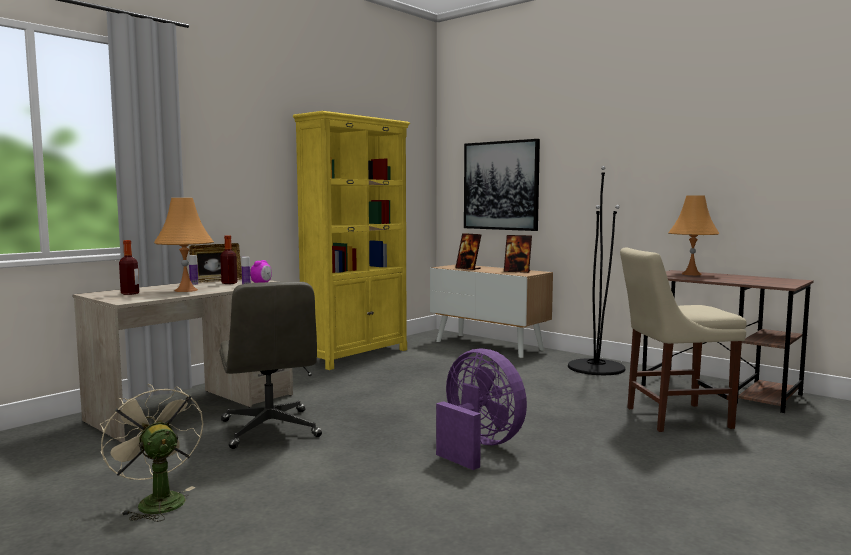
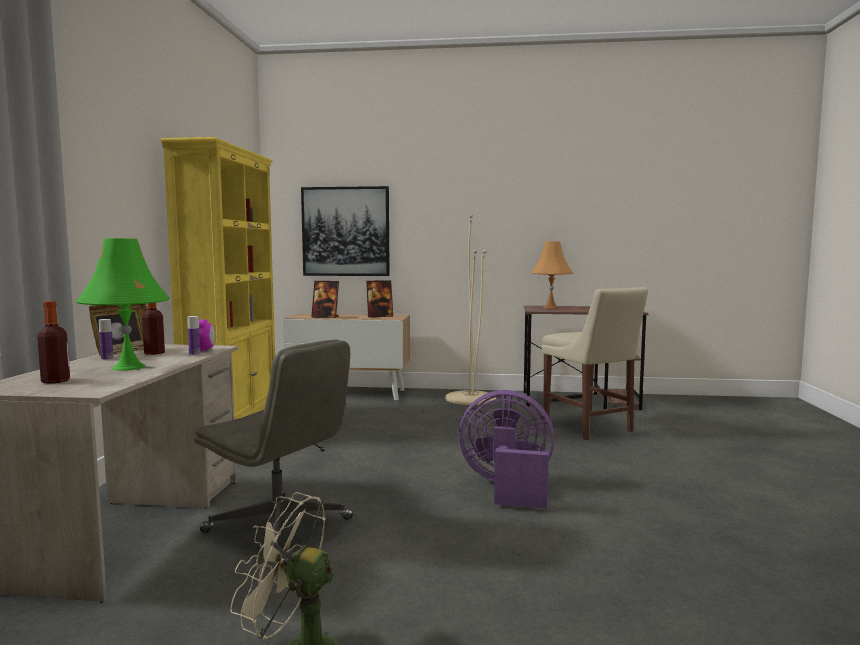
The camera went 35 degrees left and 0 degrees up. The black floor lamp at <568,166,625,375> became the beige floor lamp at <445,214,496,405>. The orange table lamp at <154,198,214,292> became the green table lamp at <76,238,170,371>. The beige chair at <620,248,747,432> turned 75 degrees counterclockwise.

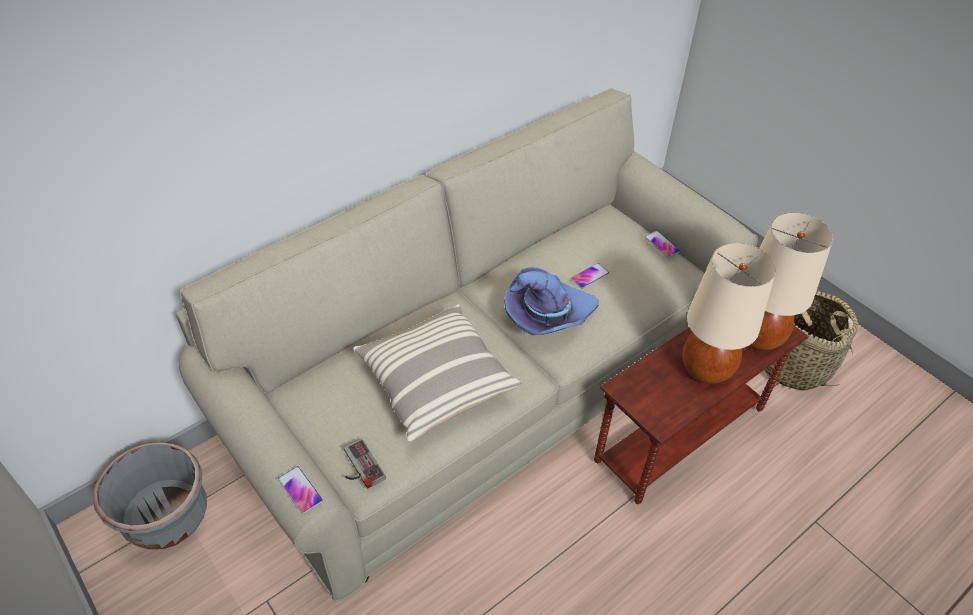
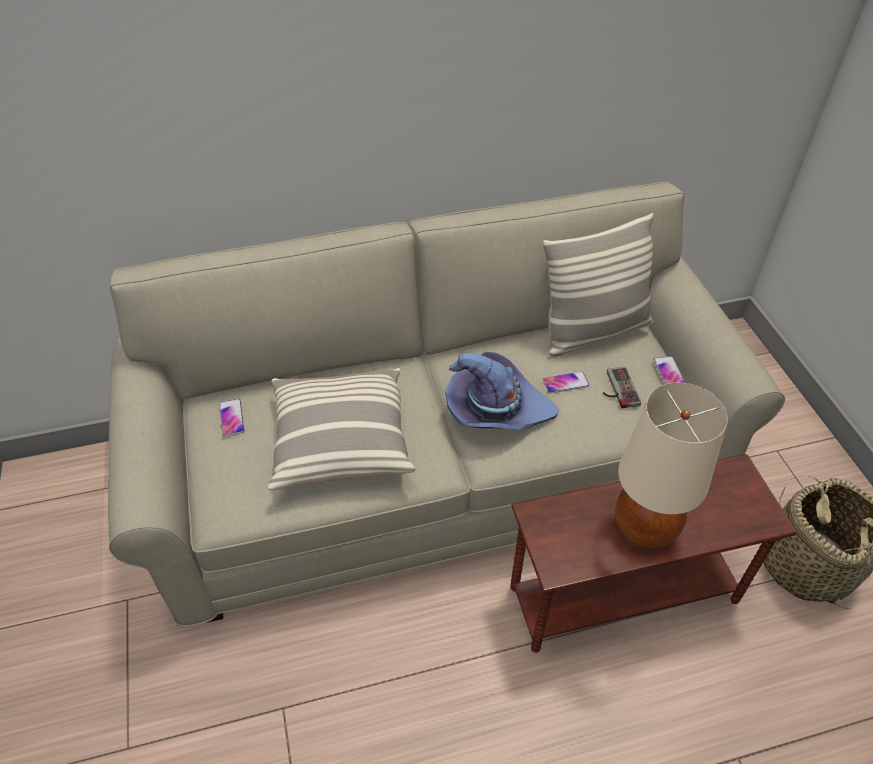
The camera went 25 degrees right and 0 degrees up. The beige table lamp at <748,212,833,351> disappeared. The game controller moved from <344,438,386,489> to <603,367,641,408>. The grey planter at <93,442,207,550> disappeared. The phone moved from <278,466,323,514> to <219,399,245,436>. The pillow at <543,213,654,358> appeared.

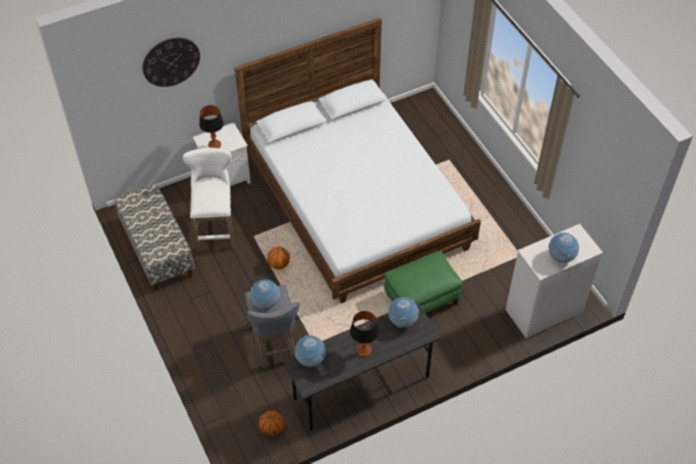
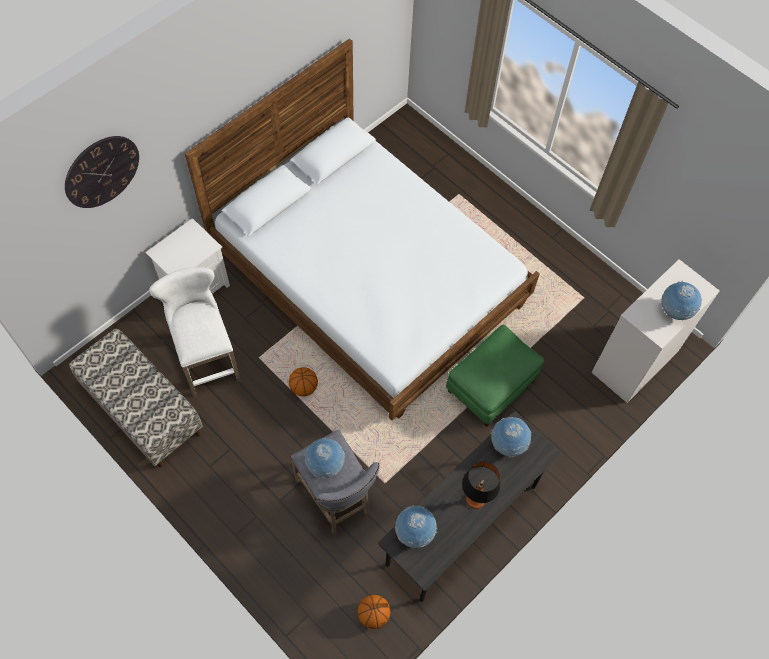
The camera went 20 degrees left and 10 degrees up. The table lamp at <199,105,224,148> disappeared.

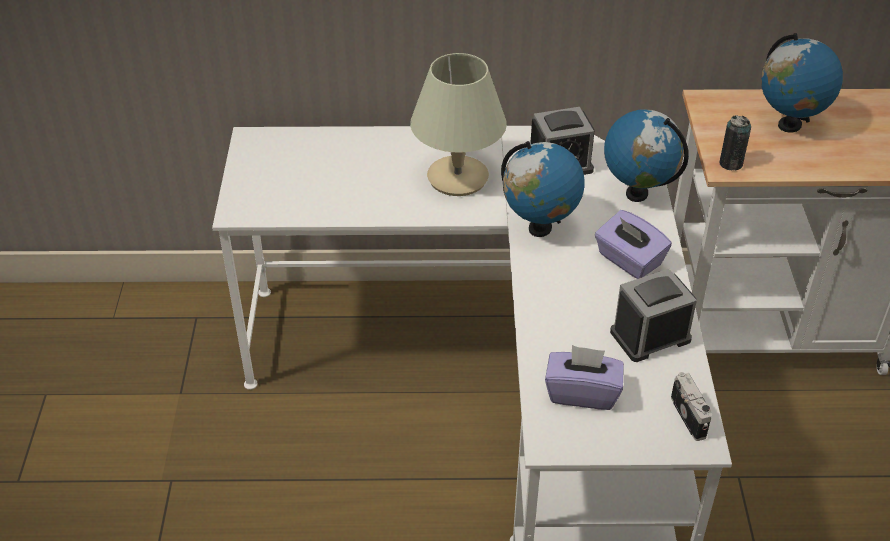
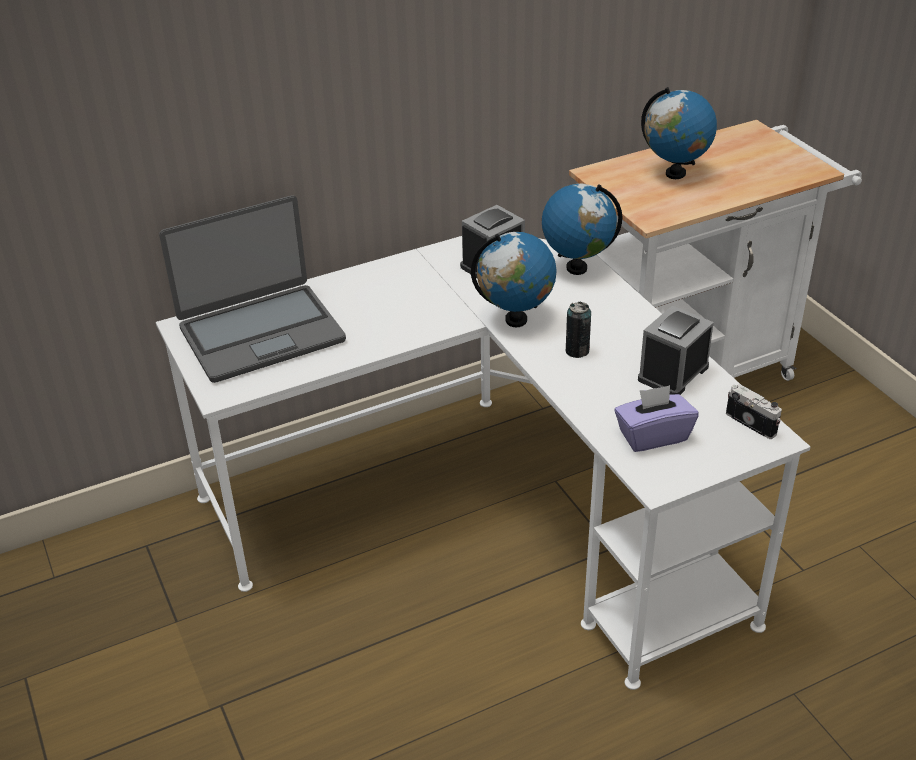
The camera went 25 degrees left and 5 degrees down. The beige table lamp at <410,53,507,196> disappeared. The can moved from <719,115,751,170> to <565,302,591,358>. The purple tissue box at <595,210,672,279> disappeared. The laptop at <159,195,346,383> appeared.

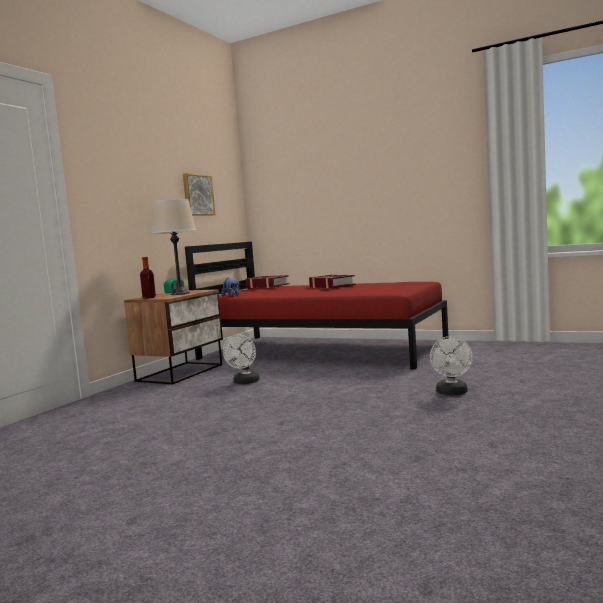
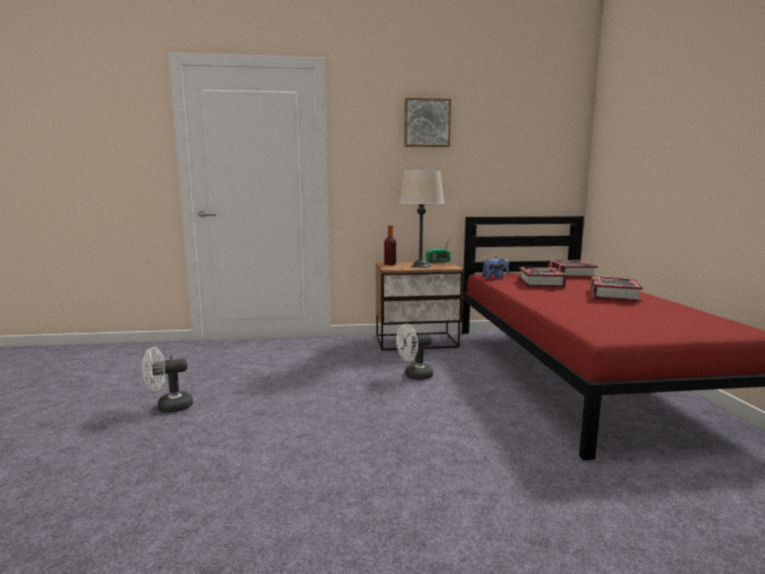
The camera went 55 degrees right and 5 degrees up. The picture moved from <183,173,215,216> to <404,98,451,147>. The white fan moved from <430,336,473,395> to <142,347,193,413>. The book at <518,267,566,288> appeared.

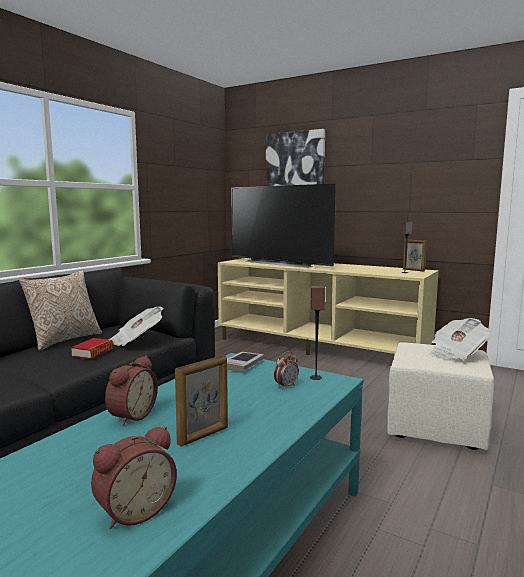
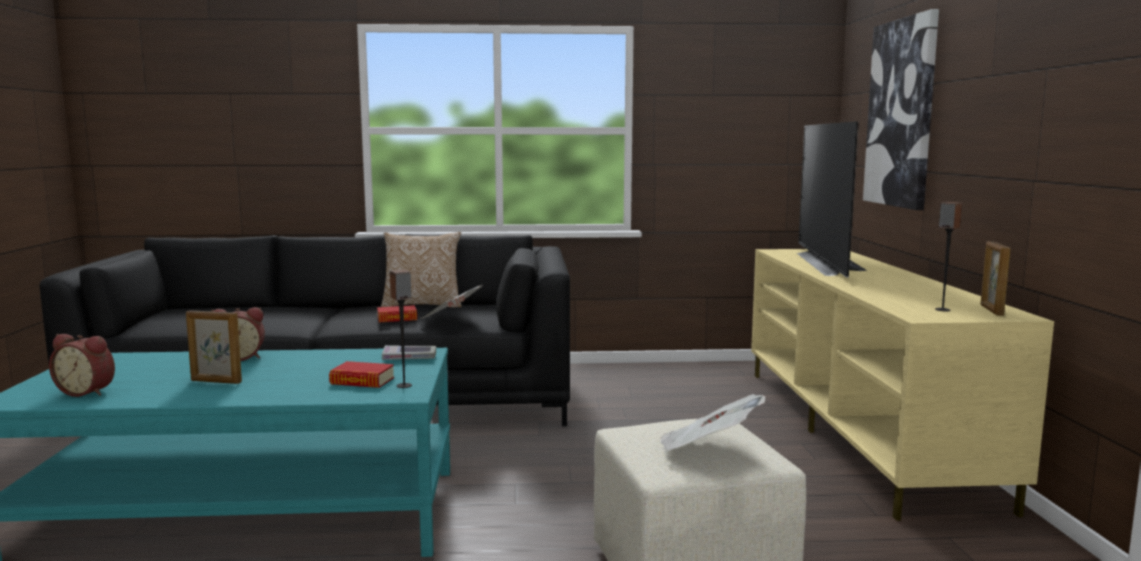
The camera went 55 degrees right and 0 degrees up. The alarm clock at <274,351,299,389> was replaced by the book at <329,361,394,388>.

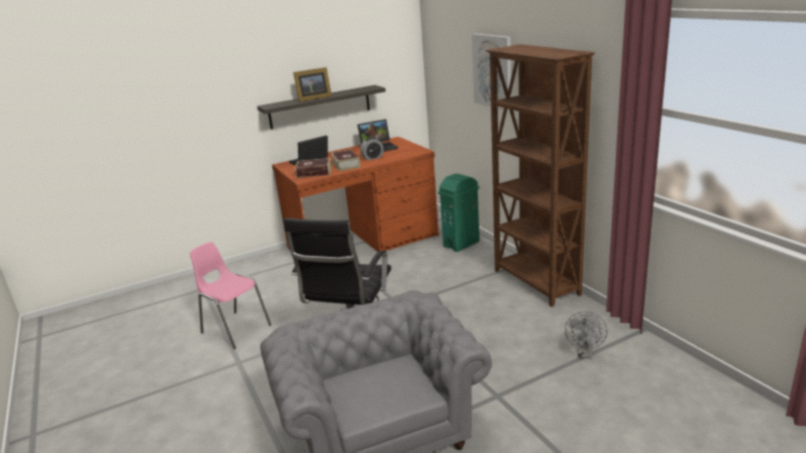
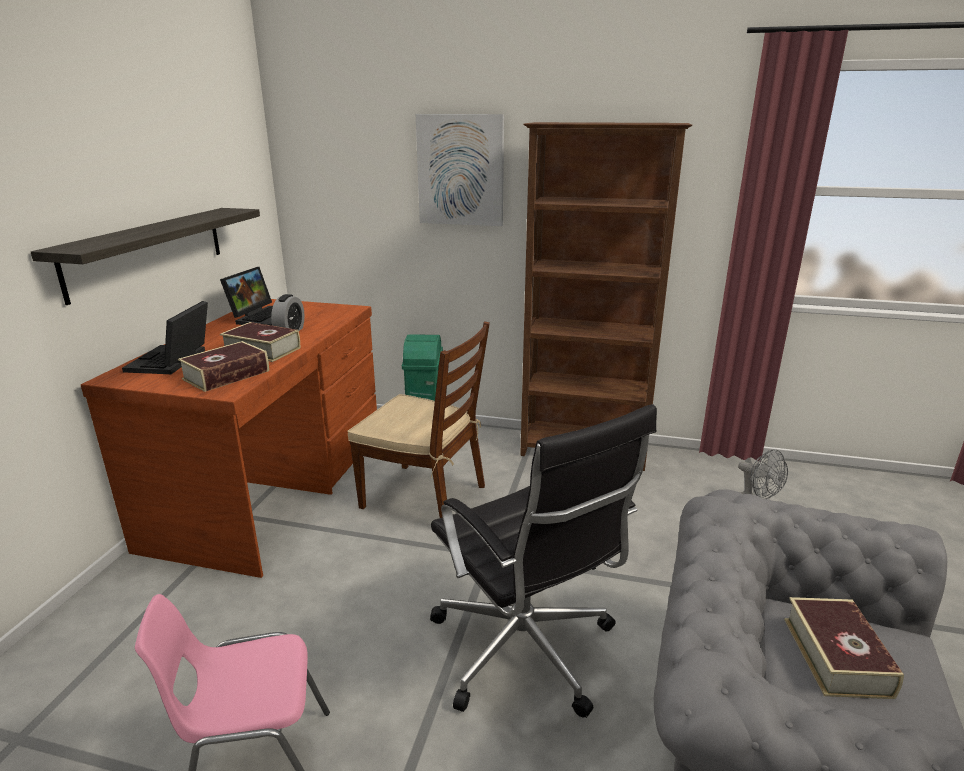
The camera went 50 degrees left and 0 degrees up. The picture frame at <293,67,332,102> disappeared. The brown chair at <347,321,490,518> appeared. The book at <784,597,904,699> appeared.

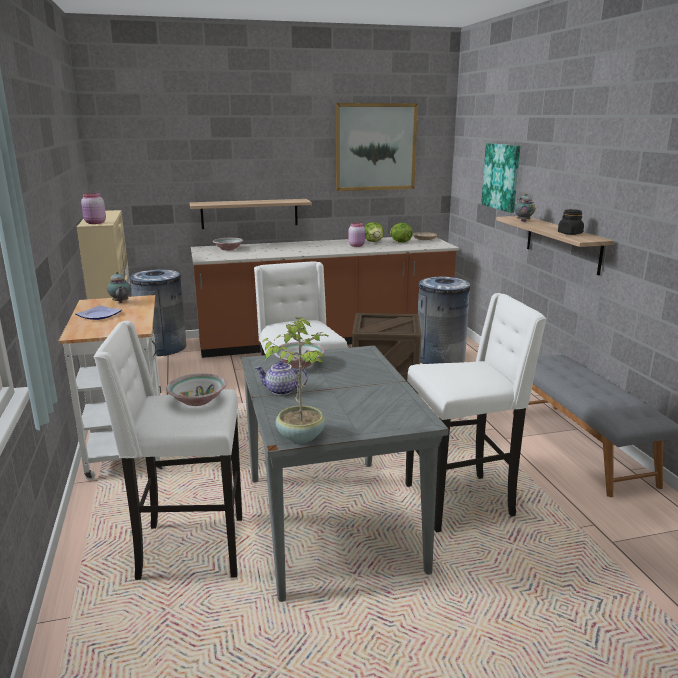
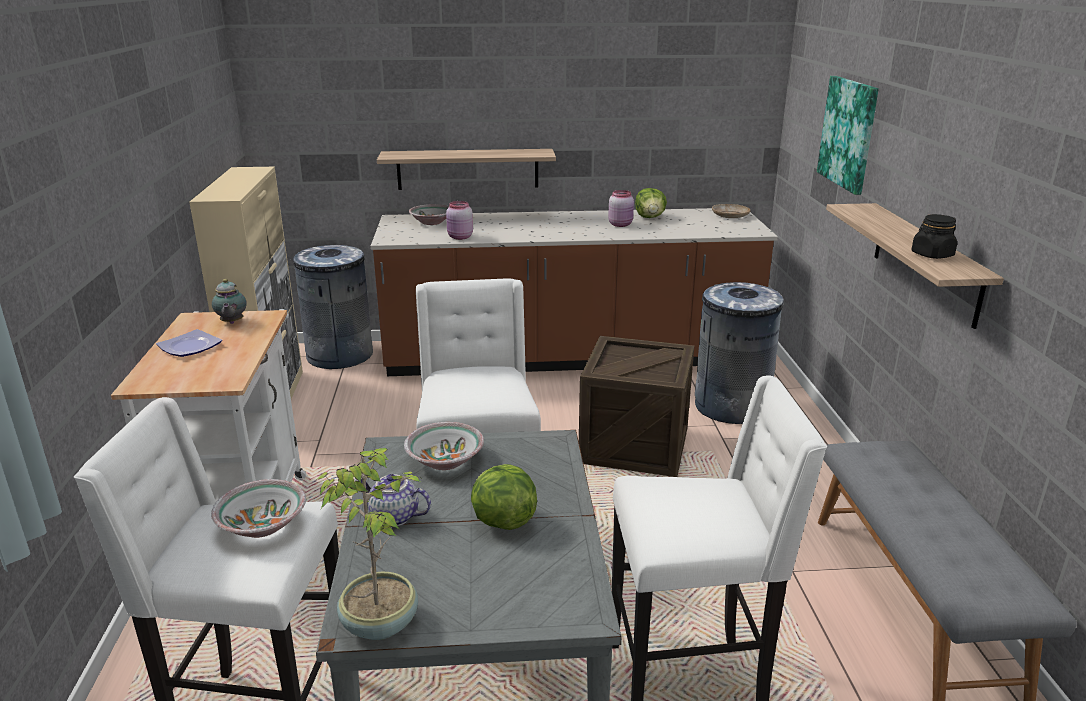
The camera went 10 degrees right and 5 degrees up. The picture at <336,103,418,191> disappeared. The pink jar moved from <81,193,106,224> to <446,201,473,240>. The teapot at <514,193,535,222> disappeared. The lettuce moved from <390,223,413,243> to <471,464,537,530>.

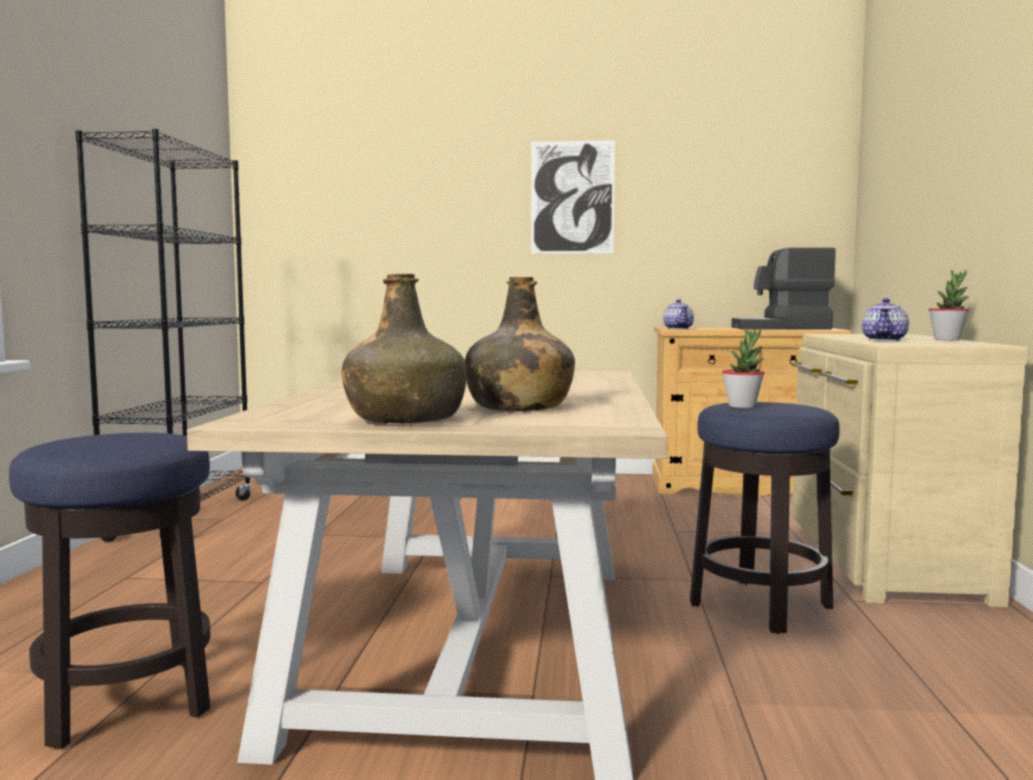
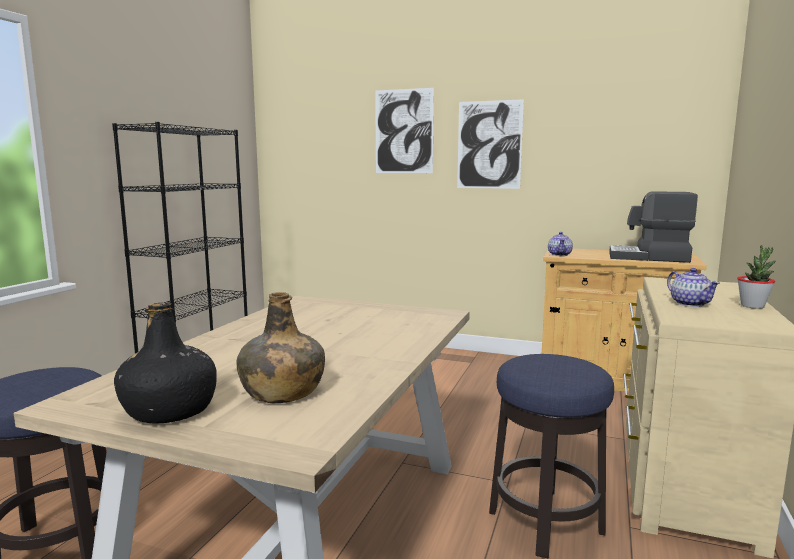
The camera went 15 degrees right and 5 degrees up. The green bottle at <342,274,466,423> became the black bottle at <114,303,217,423>. The teapot at <862,298,909,341> turned 60 degrees counterclockwise. The potted plant at <722,328,765,408> disappeared. The picture at <375,88,434,173> appeared.

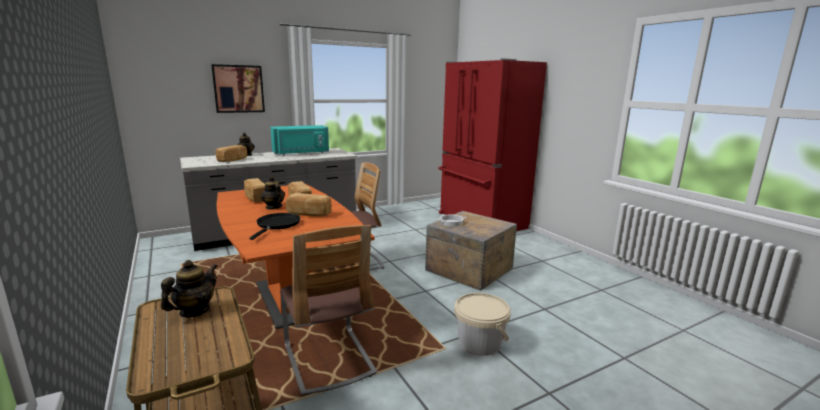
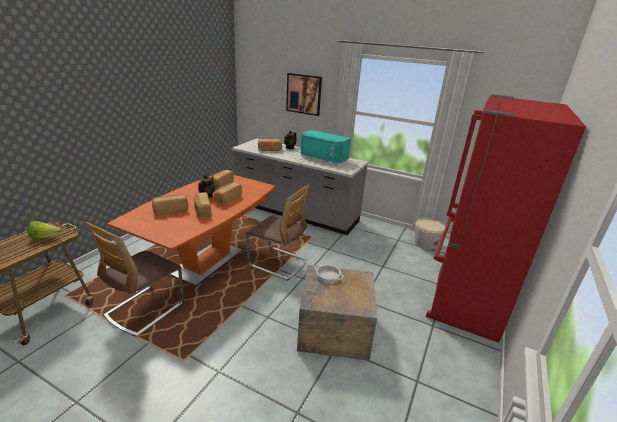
The camera went 55 degrees right and 10 degrees up. The black frying pan at <249,213,300,240> was replaced by the bread at <152,194,188,215>. The teapot at <161,260,218,318> was replaced by the lettuce at <28,221,62,239>. The beige bucket moved from <454,293,511,356> to <415,218,445,250>.

